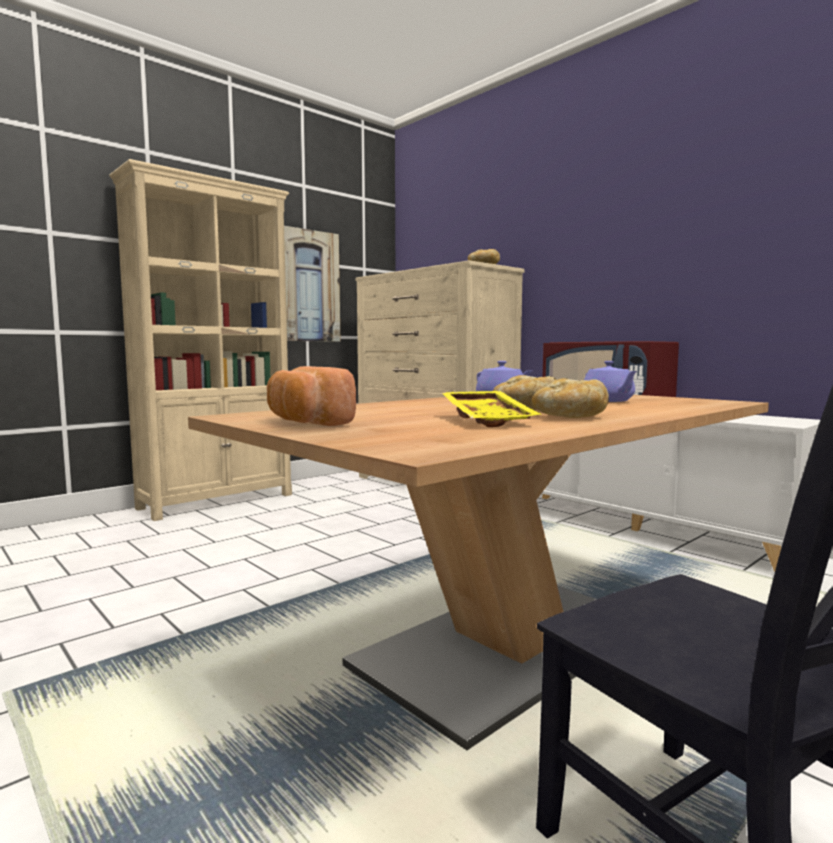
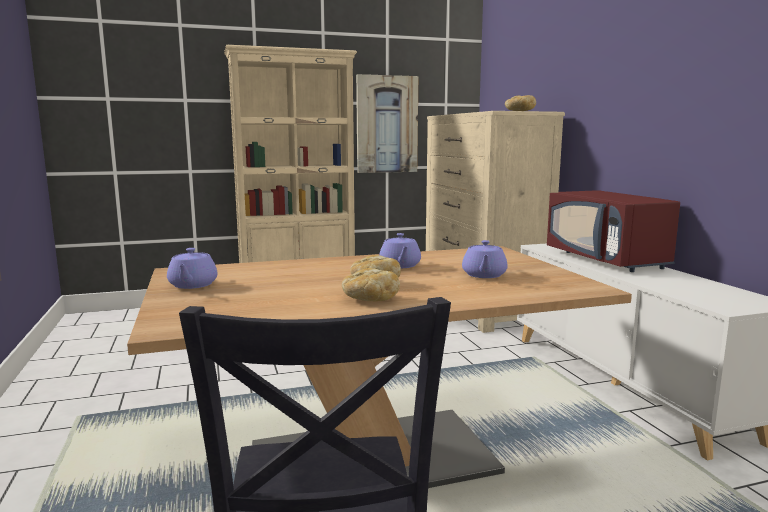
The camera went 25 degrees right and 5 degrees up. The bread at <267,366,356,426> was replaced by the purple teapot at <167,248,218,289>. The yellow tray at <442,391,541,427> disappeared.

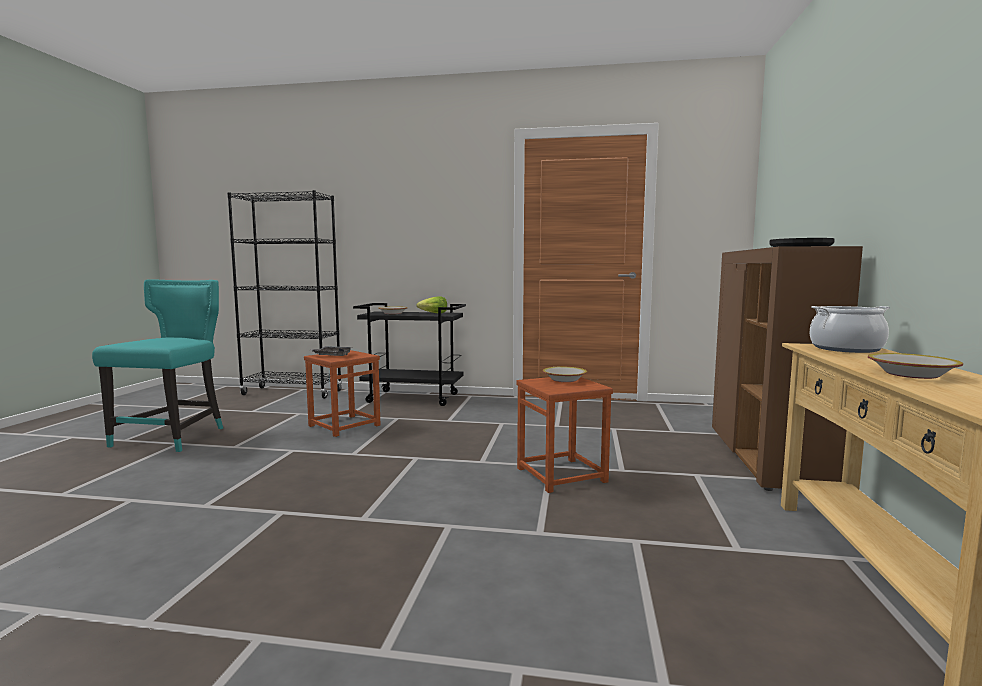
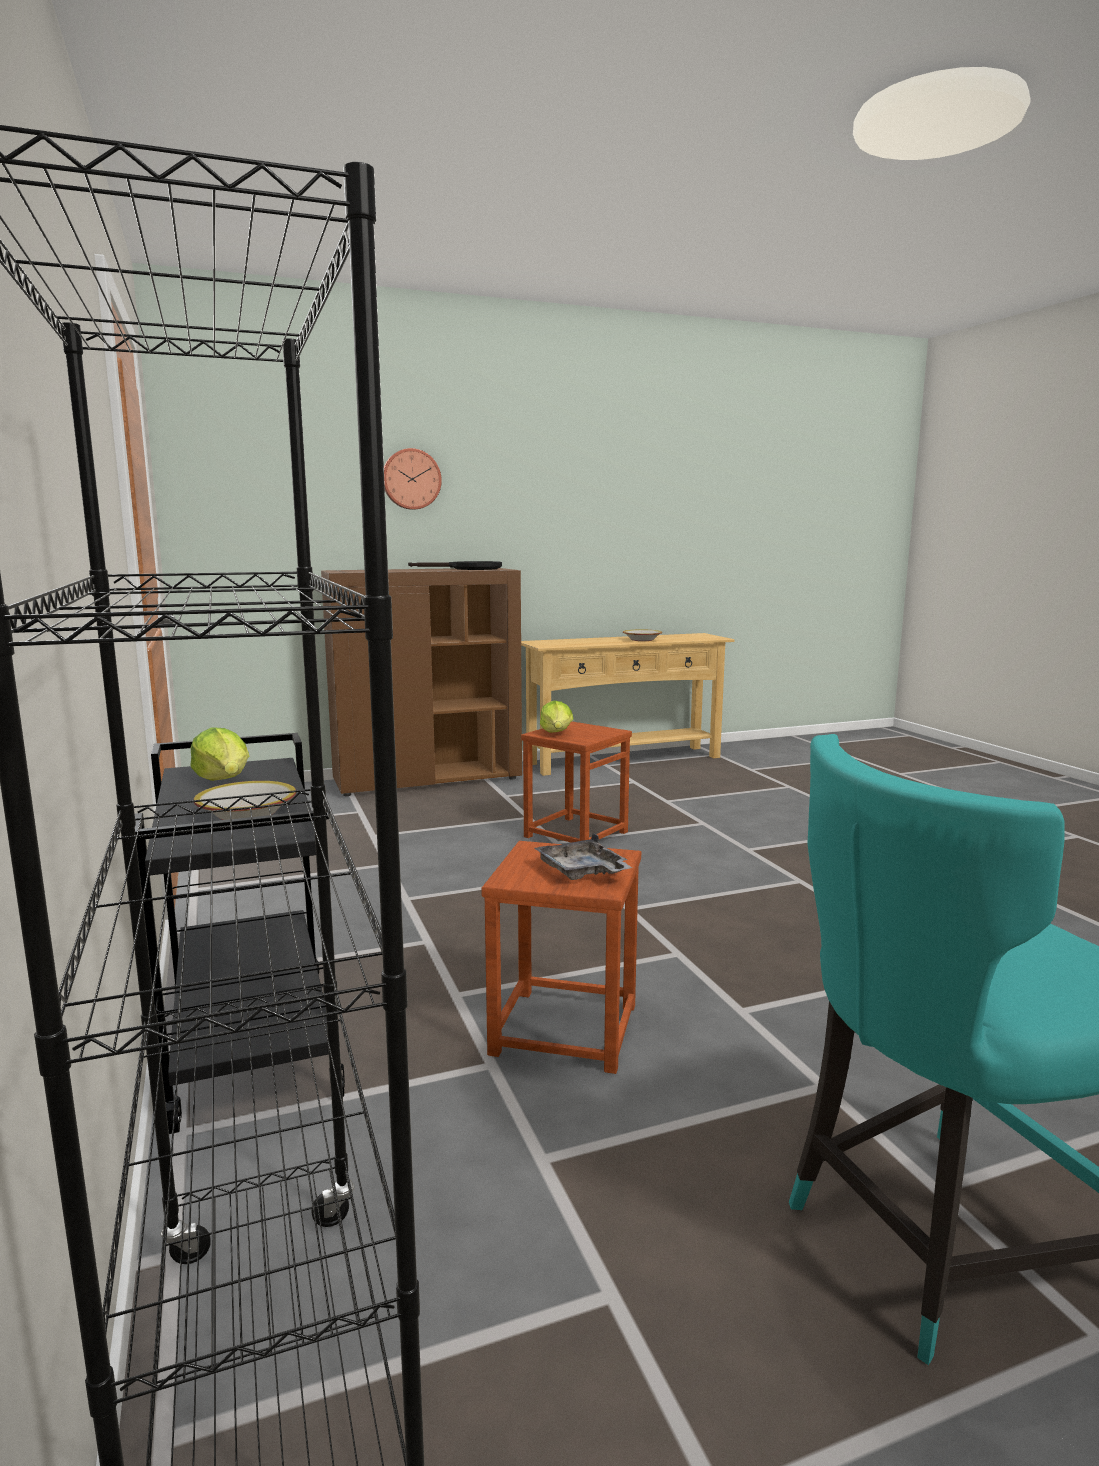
The camera went 120 degrees left and 5 degrees up. The cooking pot at <810,306,890,353> disappeared. The bowl at <543,367,587,382> was replaced by the lettuce at <540,701,573,732>. The wall clock at <384,448,442,510> appeared.

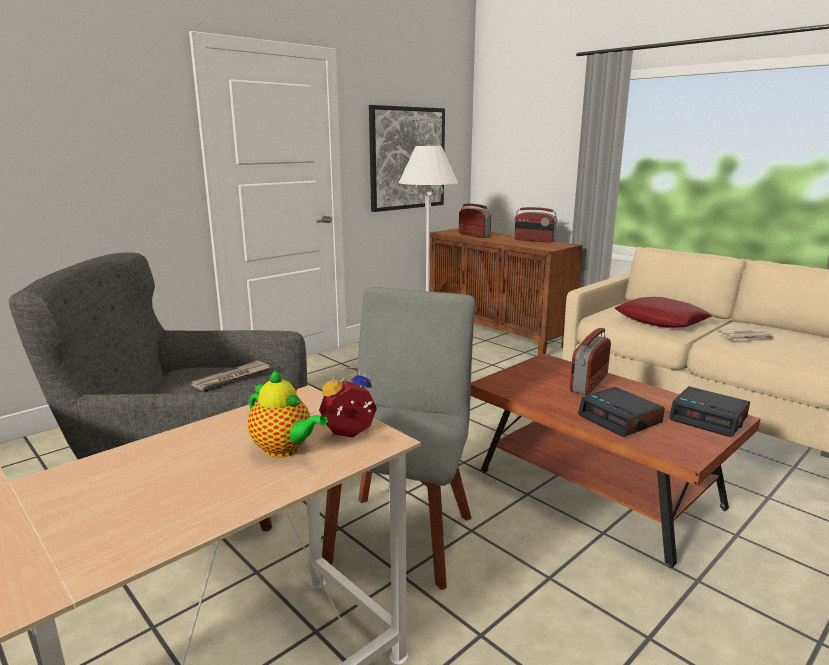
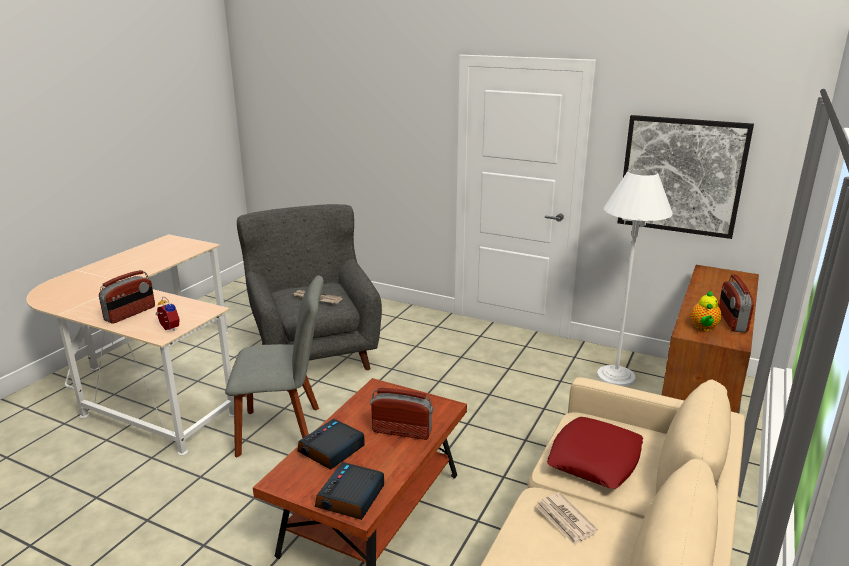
The camera went 70 degrees right and 5 degrees up. The radio moved from <459,204,491,238> to <99,270,155,324>. The teapot moved from <248,369,328,458> to <691,290,722,331>.

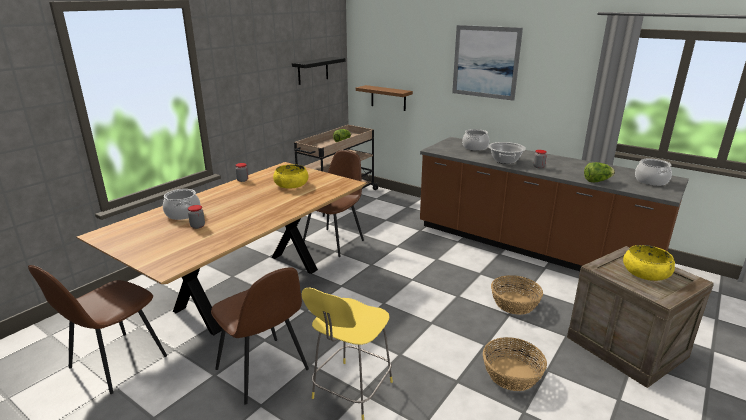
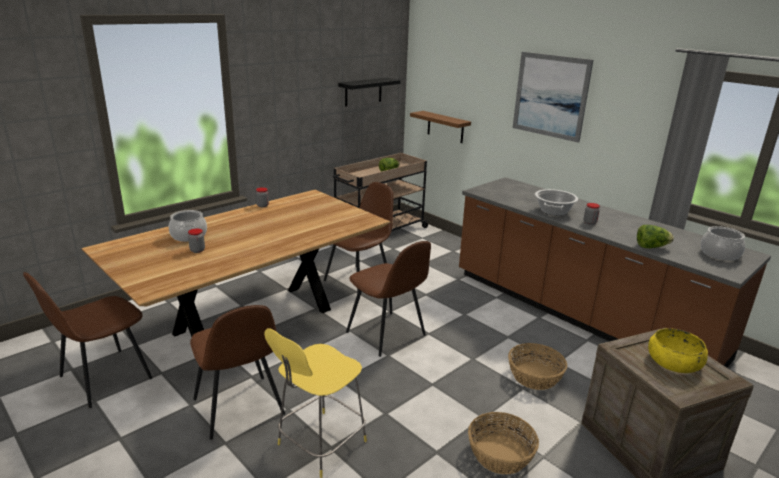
The camera went 10 degrees right and 0 degrees up. The cooking pot at <462,129,489,151> disappeared. The yellow bowl at <273,164,308,189> disappeared. The brown chair at <346,241,431,357> appeared.

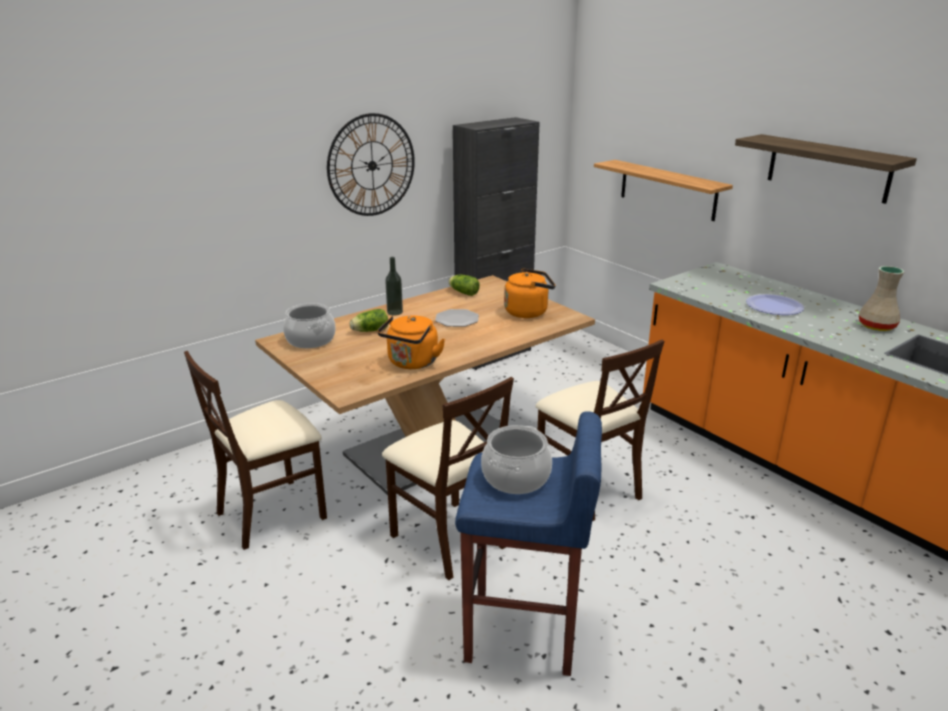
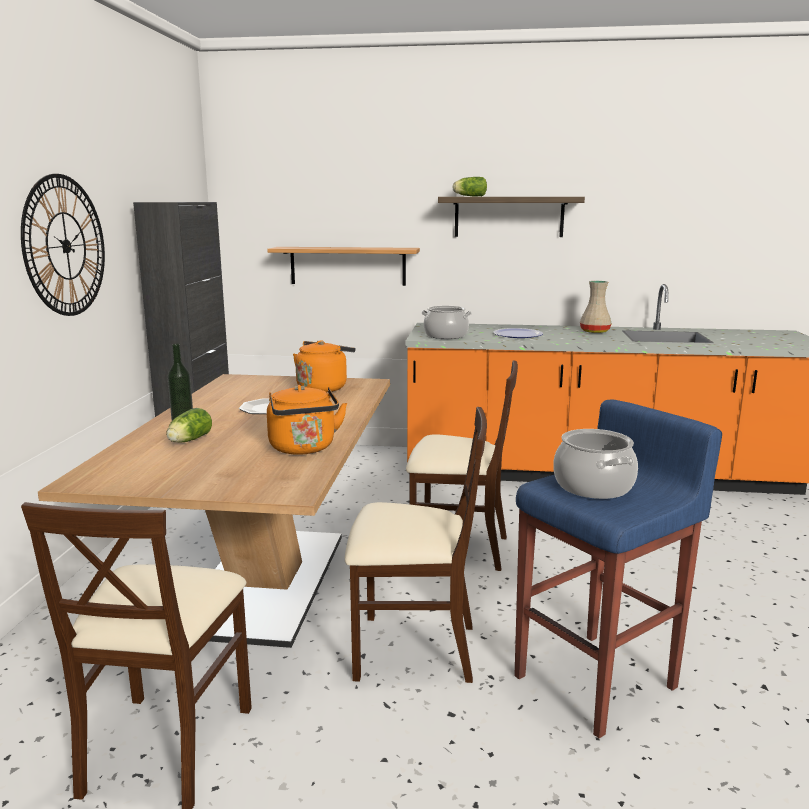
The camera went 45 degrees left and 10 degrees down. The lettuce moved from <448,275,480,296> to <452,177,487,196>. The cooking pot moved from <283,303,336,348> to <421,306,472,339>.

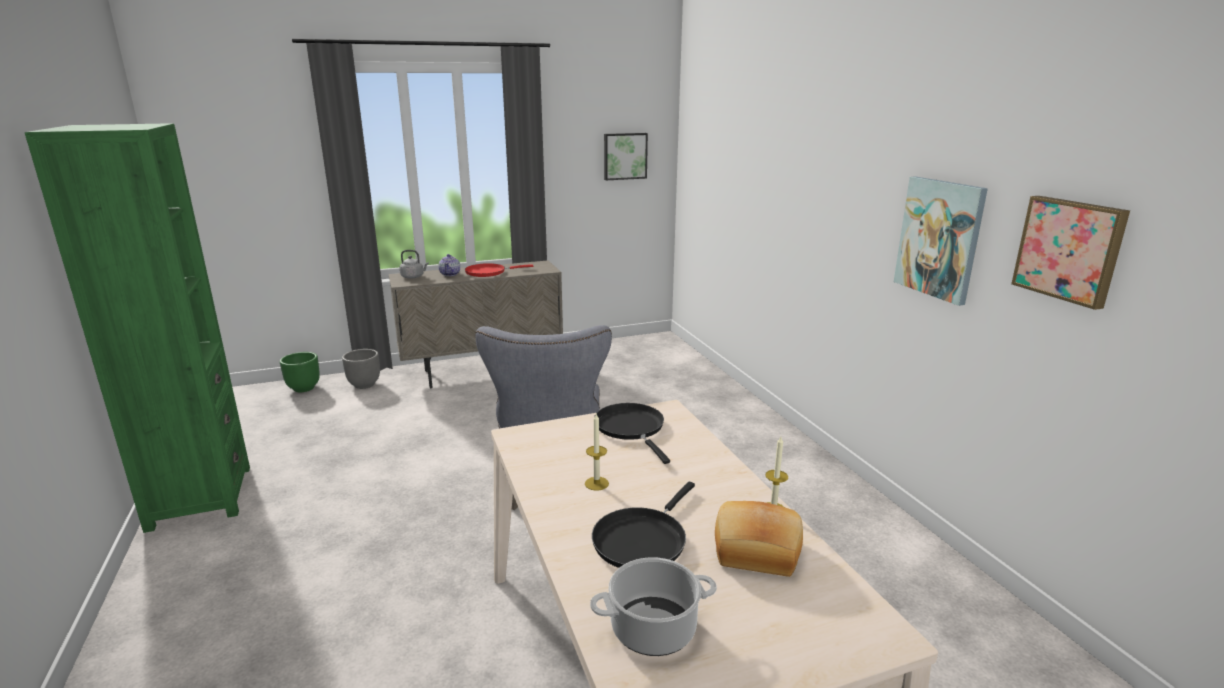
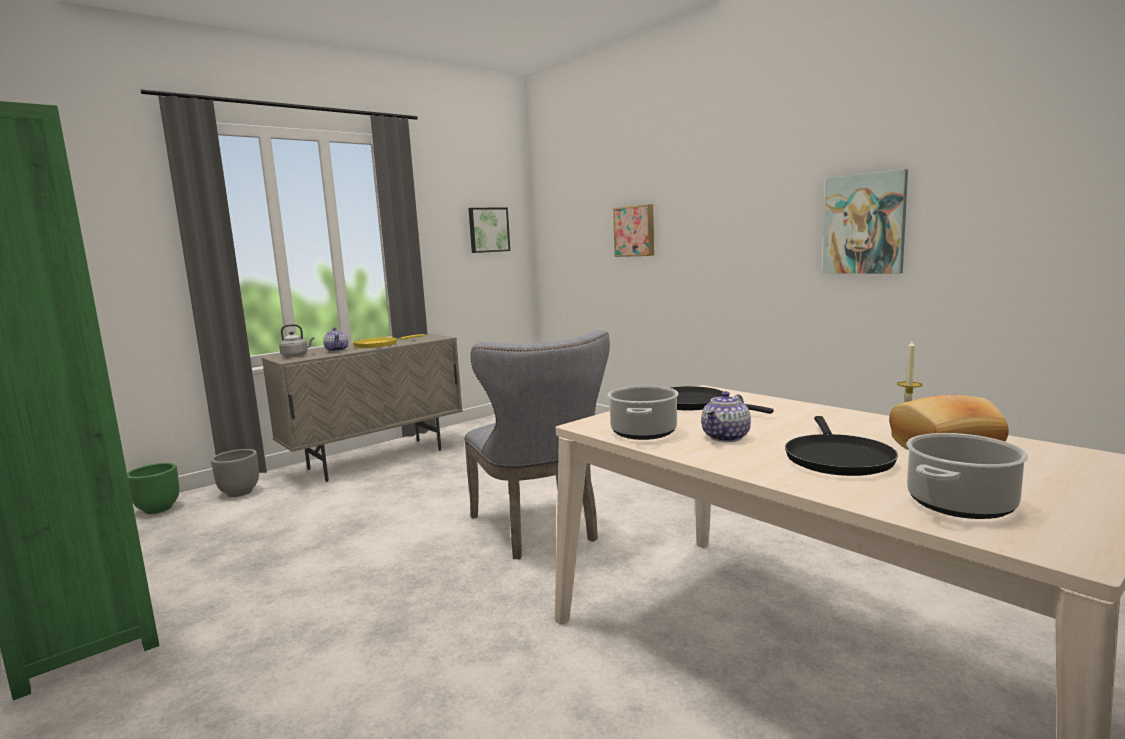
The camera went 20 degrees left and 10 degrees down. The picture moved from <1011,196,1130,310> to <613,204,654,257>. The red frying pan at <465,263,533,277> became the yellow frying pan at <353,334,424,348>. The candle at <585,414,609,491> was replaced by the teapot at <701,391,751,442>. The cooking pot at <607,385,679,440> appeared.

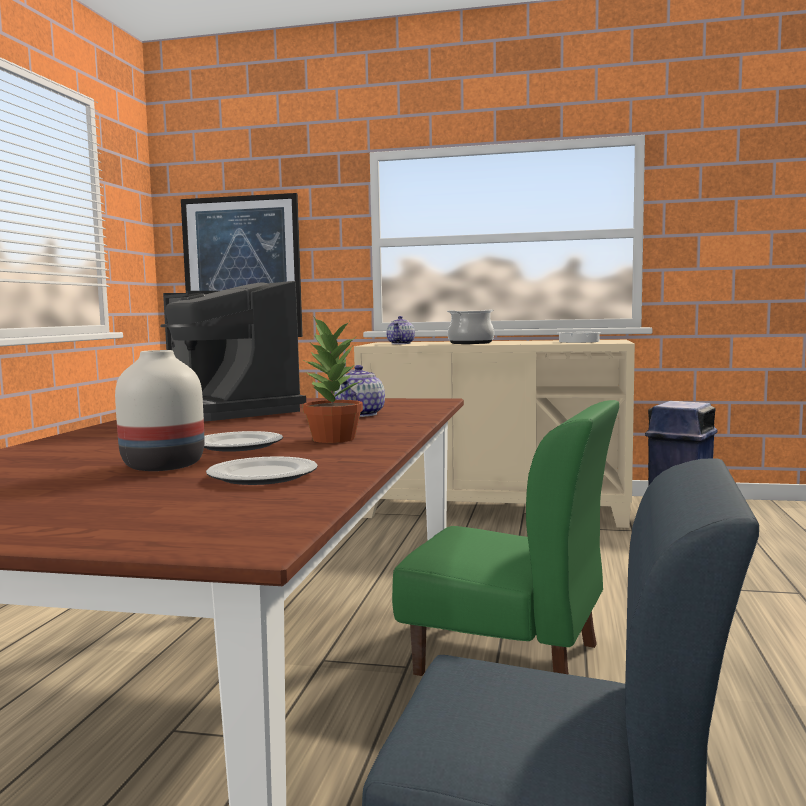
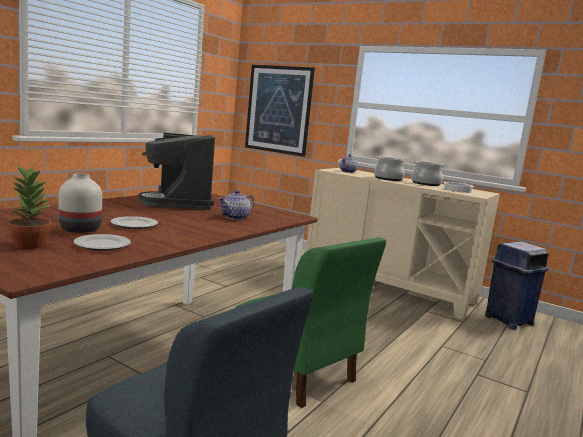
The camera went 20 degrees right and 5 degrees up. The potted plant moved from <303,317,363,443> to <7,164,52,249>. The cooking pot at <411,161,447,186> appeared.

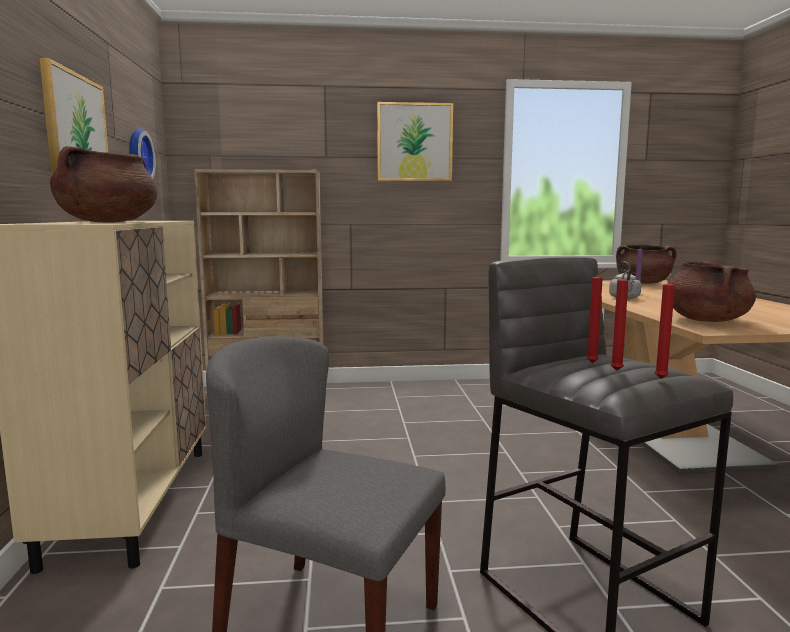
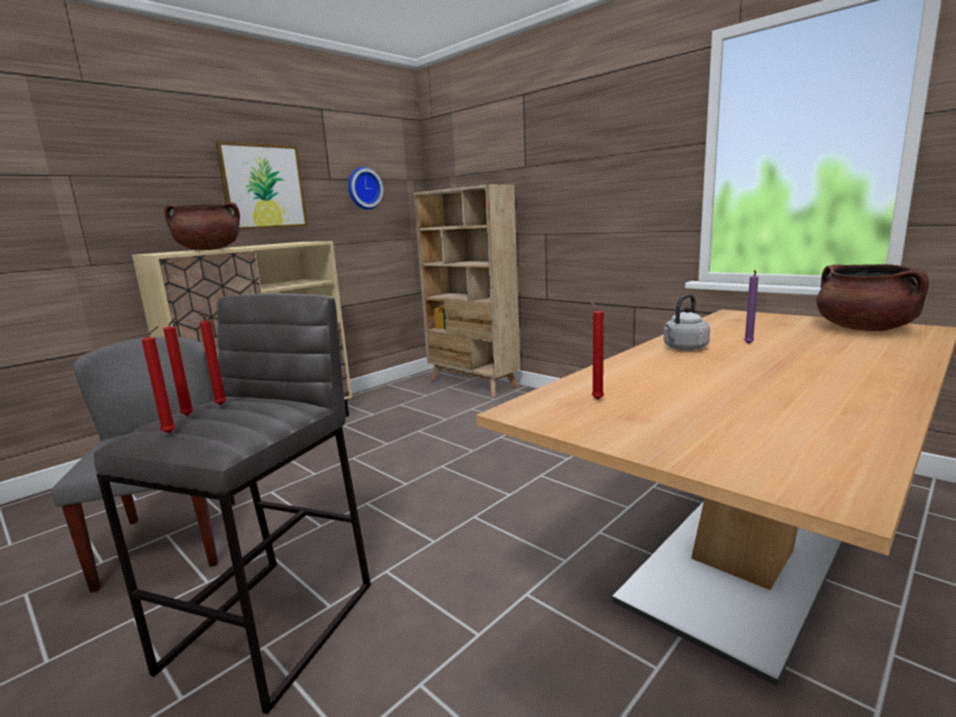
The camera went 50 degrees right and 5 degrees up. The picture at <377,102,453,181> disappeared. The brown cooking pot at <670,260,756,322> was replaced by the red candle at <590,301,604,400>.

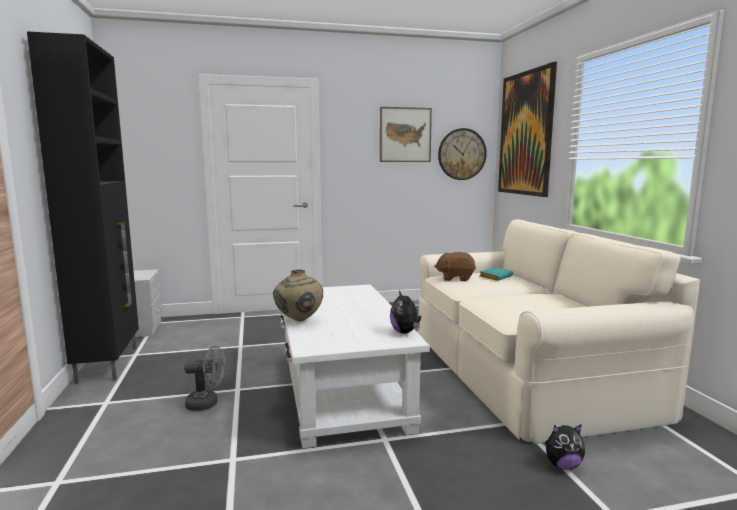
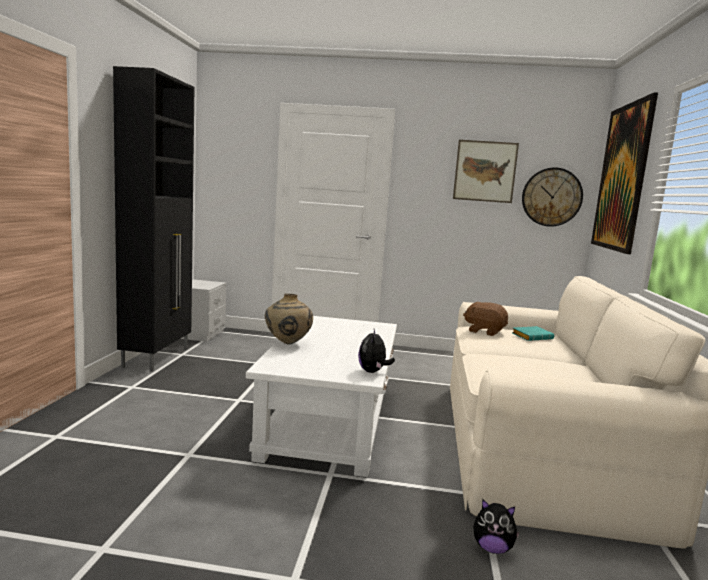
The camera went 20 degrees right and 0 degrees up. The grey fan at <184,346,226,411> disappeared.

